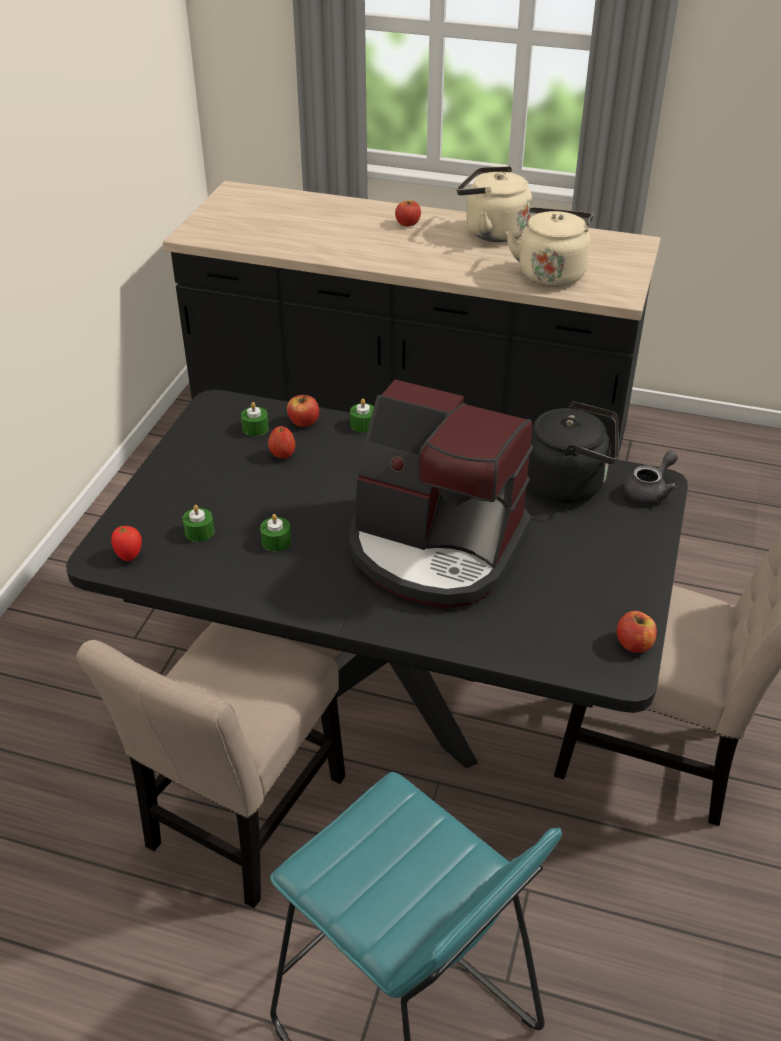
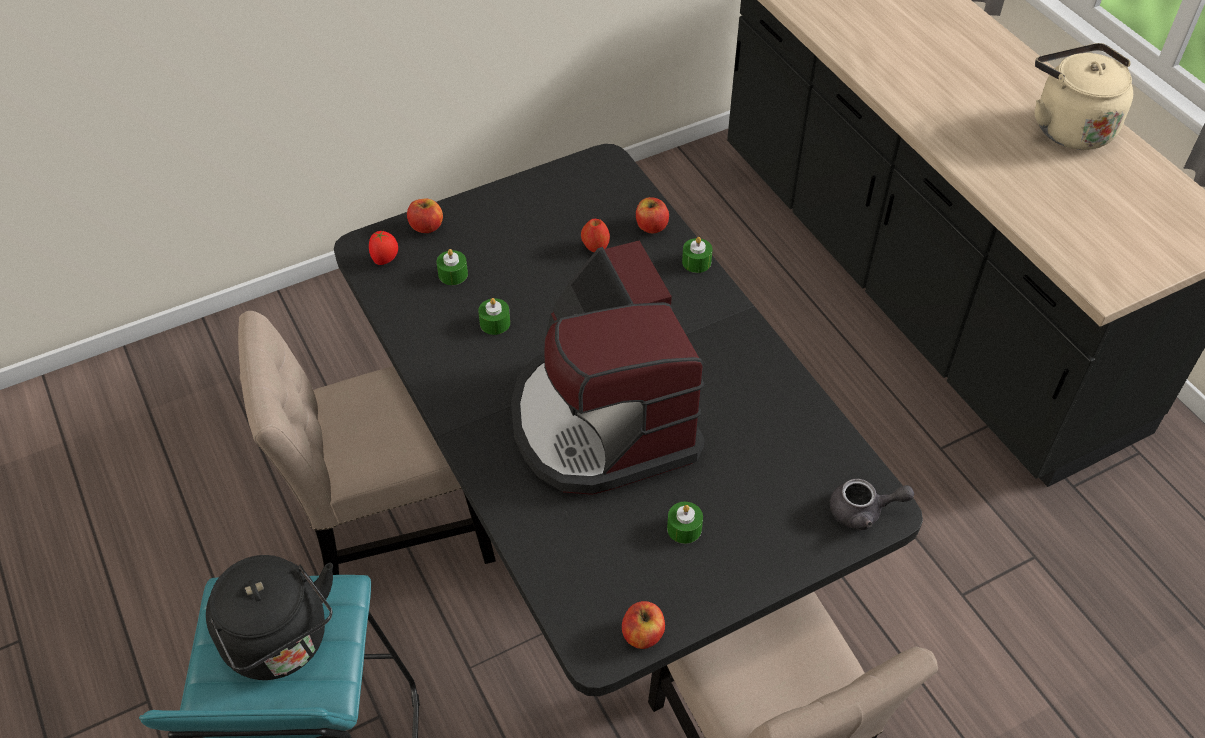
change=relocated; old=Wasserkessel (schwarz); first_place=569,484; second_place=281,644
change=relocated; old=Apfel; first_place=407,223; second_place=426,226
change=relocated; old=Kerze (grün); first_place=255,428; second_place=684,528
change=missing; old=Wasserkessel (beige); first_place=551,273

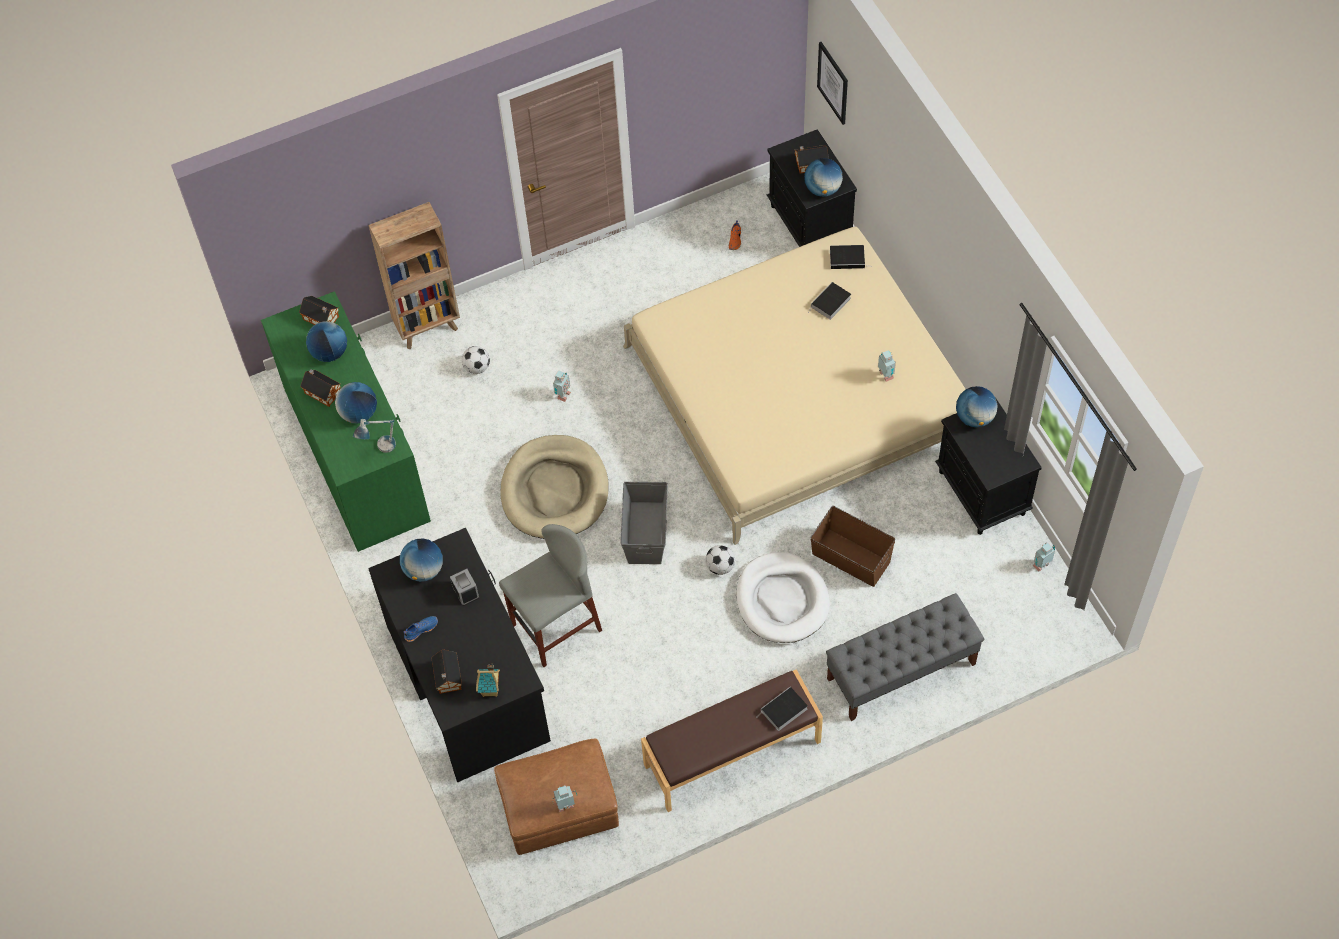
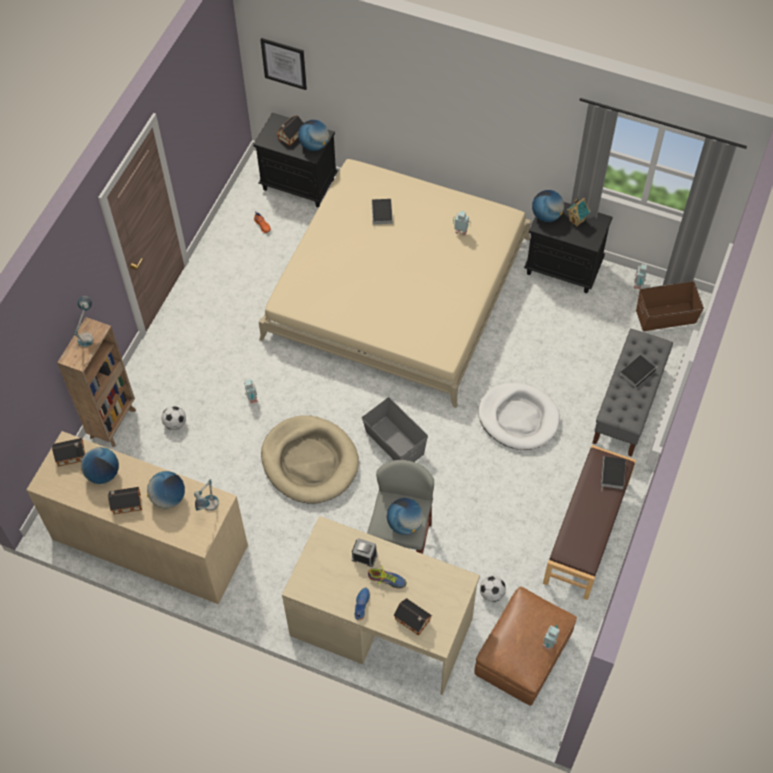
change=colour; old=Kommode (grün); new=Kommode (beige); first_place=356,454; second_place=149,542
change=appeared; new=Tischlampe; second_place=88,334
change=colour; old=Schreibtisch (schwarz); new=Schreibtisch (beige); first_place=468,681; second_place=381,625
change=appeared; new=Schuh; second_place=387,579
change=relocated; old=Globus; first_place=424,570; second_place=404,524
change=relocated; old=Fußball; first_place=720,567; second_place=491,593
change=relocated; old=Spielzeughaus; first_place=491,690; second_place=577,221
change=relocated; old=Buch; first_place=848,258; second_place=638,371
change=relocated; old=Aufbewahrungsbox (braun); first_place=851,558; second_place=666,316

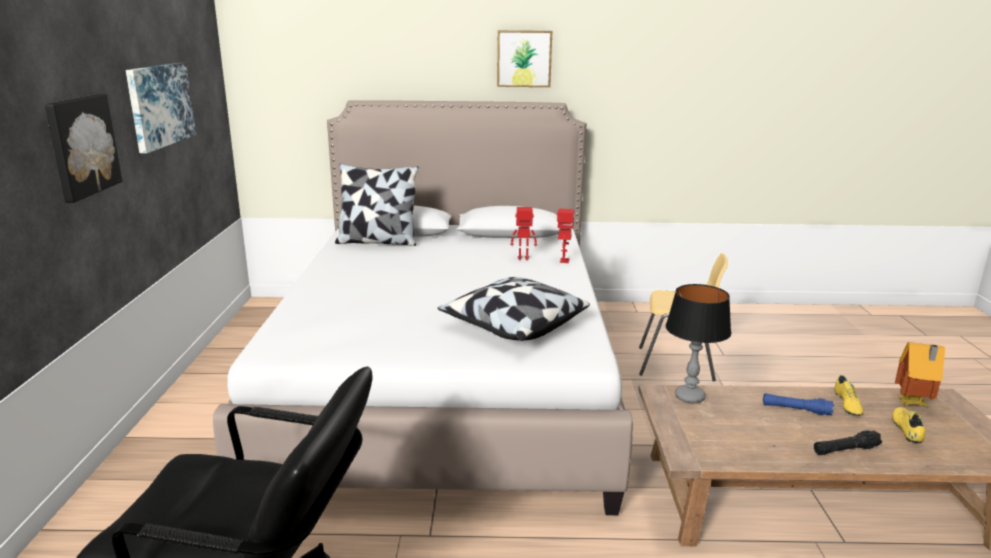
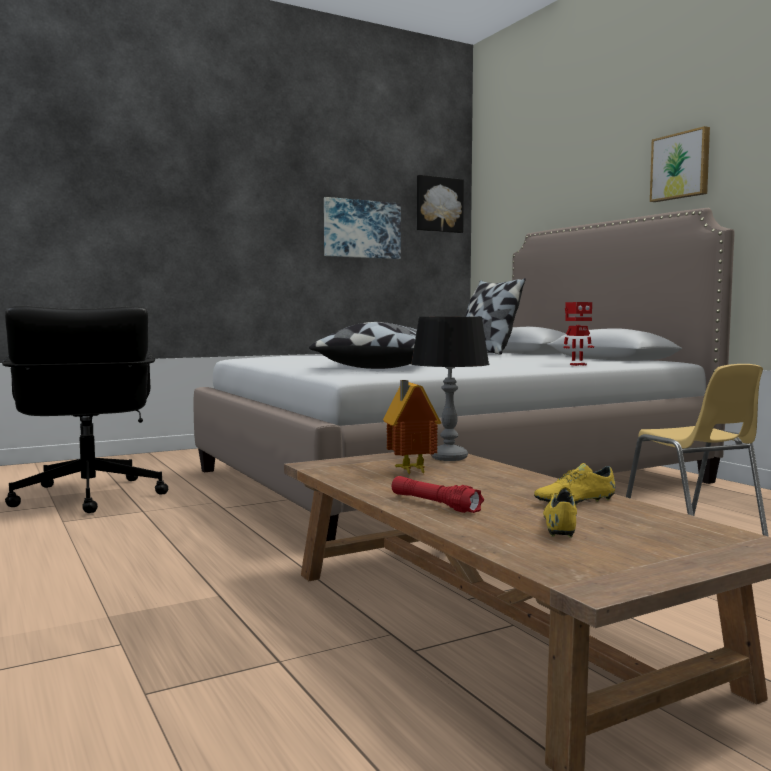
change=relocated; old=Spielzeughaus; first_place=912,404; second_place=409,471
change=colour; old=Taschenlampe (schwarz); new=Taschenlampe (rot); first_place=845,450; second_place=434,504
change=relocated; old=Bild; first_place=81,146; second_place=438,204
change=spun; old=Schuh (gelb); first_place=907,430; second_place=561,526; degrees=-60
change=missing; old=Spielzeugroboter; first_place=523,259
change=missing; old=Taschenlampe (blau); first_place=796,410

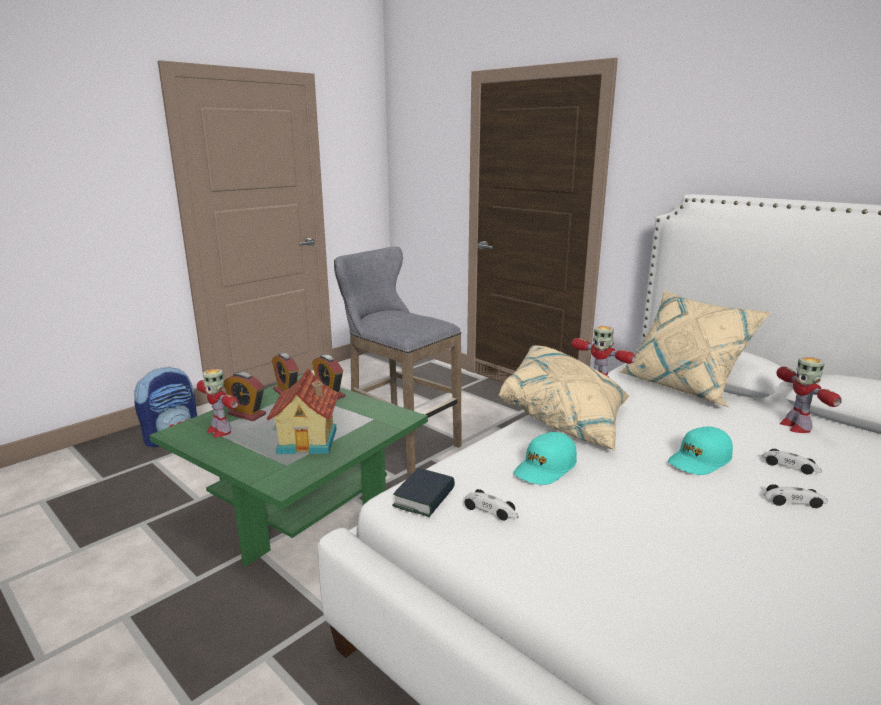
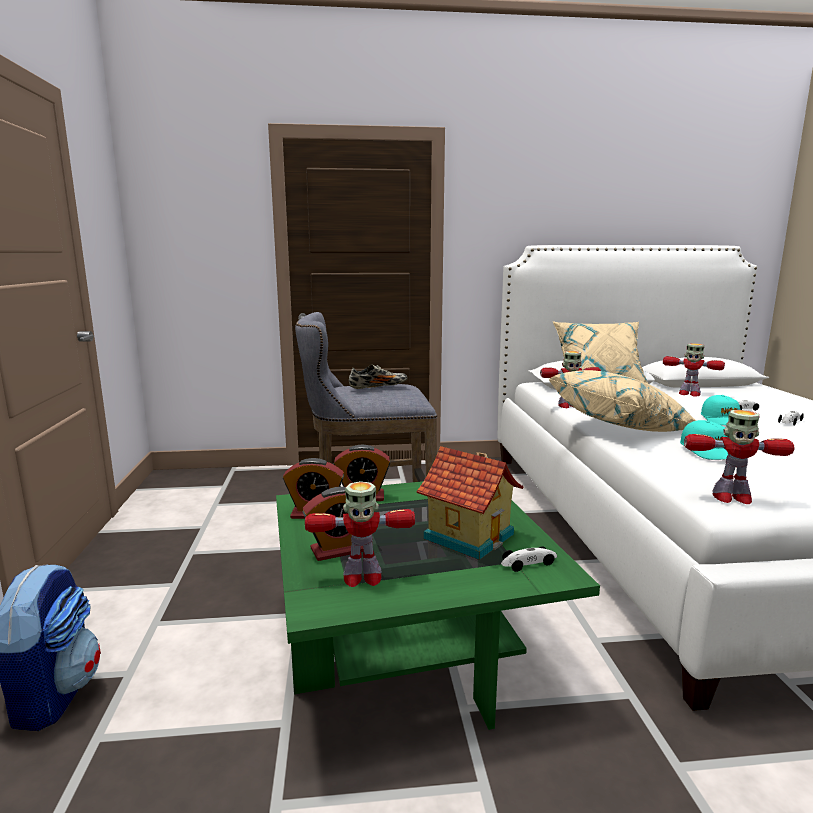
change=appeared; new=Schuh; second_place=378,387
change=relocated; old=Spielzeugauto; first_place=490,510; second_place=529,563
change=exchanged; old=Buch; new=Spielzeugroboter; first_place=424,498; second_place=731,497

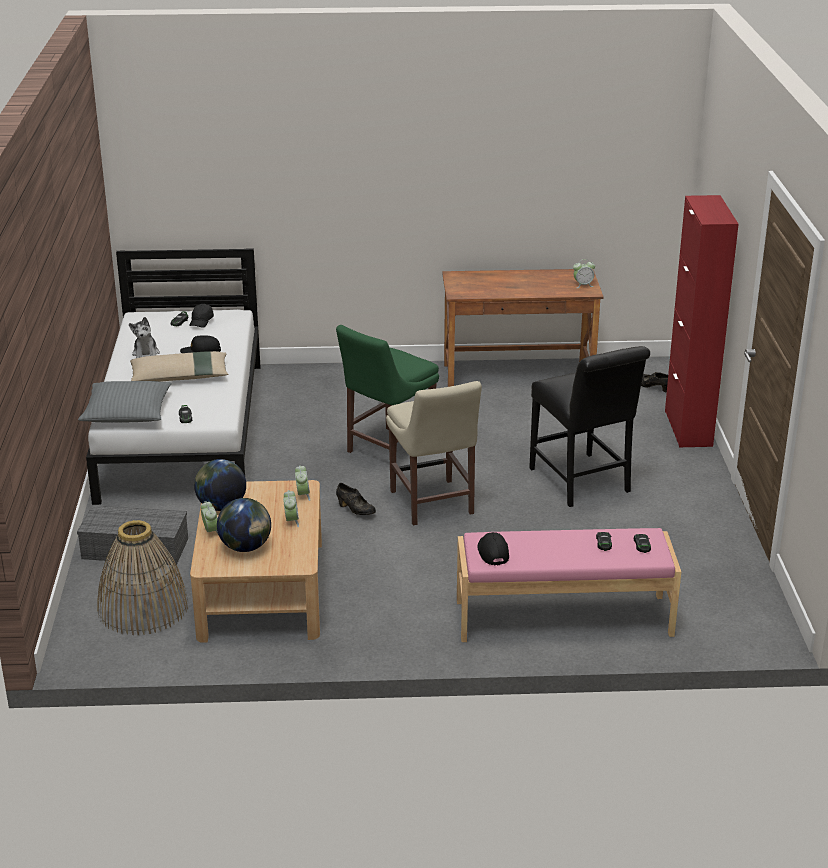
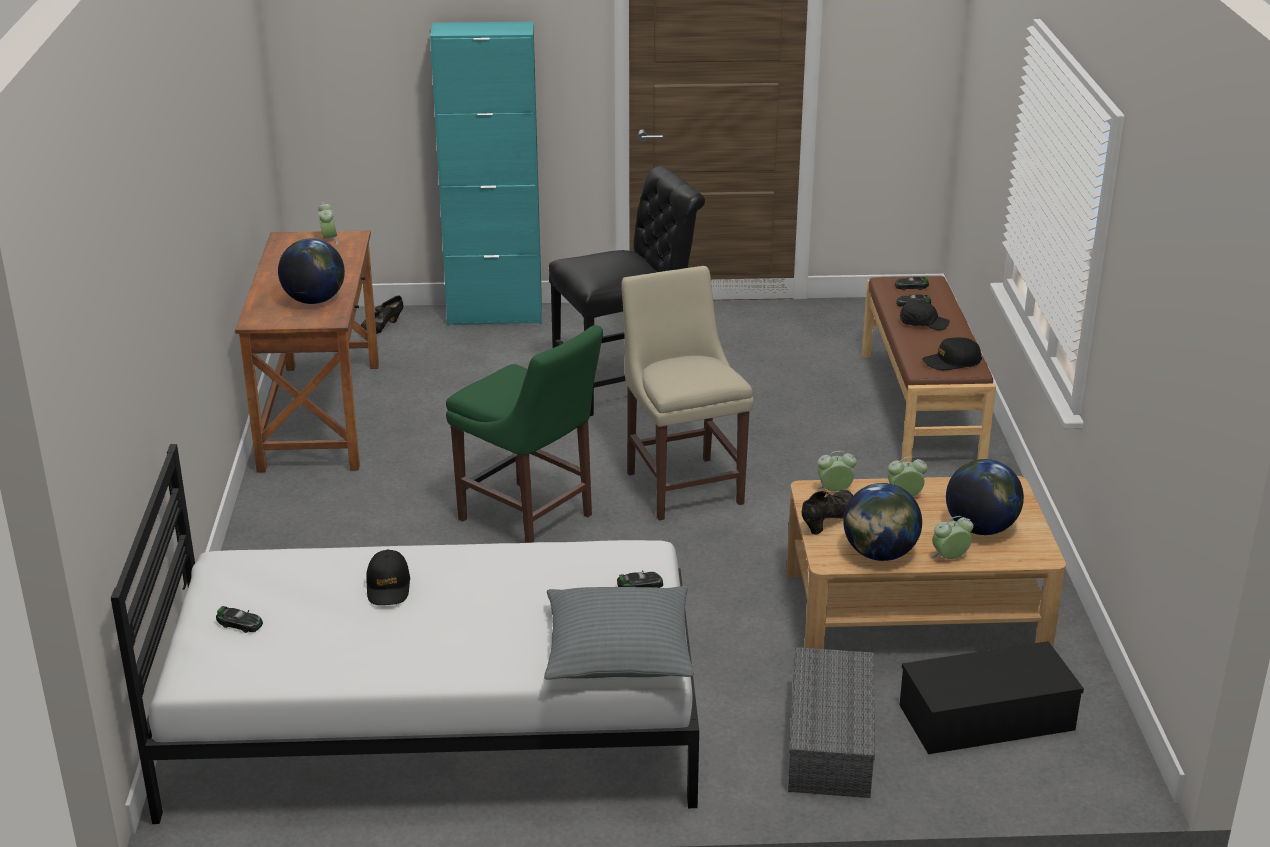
change=appeared; new=Globus; second_place=314,300
change=colour; old=Schrank (rot); new=Schrank (türkis); first_place=688,428; second_place=495,315
change=spun; old=Stuhl (beige); first_place=433,504; second_place=683,484; degrees=-90
change=relocated; old=Schuh (schwarz); first_place=355,510; second_place=827,521
change=colour; old=Bank (rosa); new=Bank (braun); first_place=563,618; second_place=921,408
change=relocated; old=Kappe (schwarz); first_place=201,321; second_place=923,323
change=exchanged; old=Korb; new=Aufbewahrungsbox (schwarz); first_place=143,608; second_place=988,716
change=missing; old=Plüschtier; first_place=146,354
change=missing; old=Kissen (beige); first_place=180,377

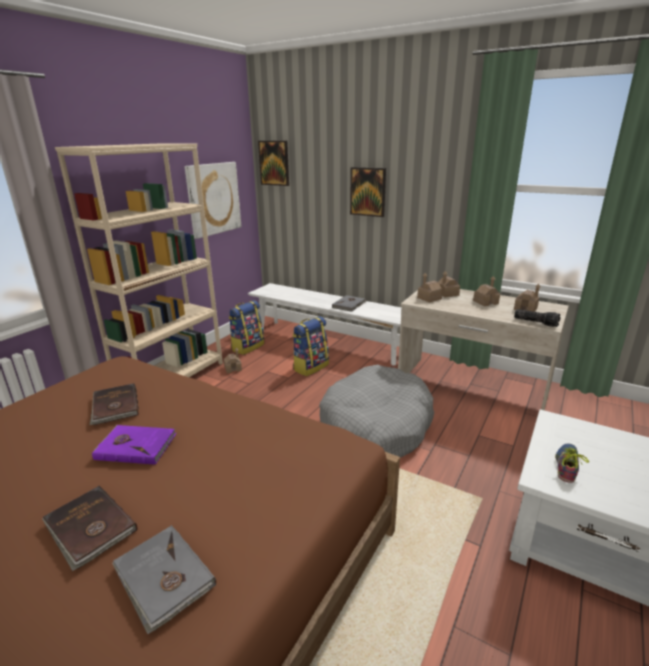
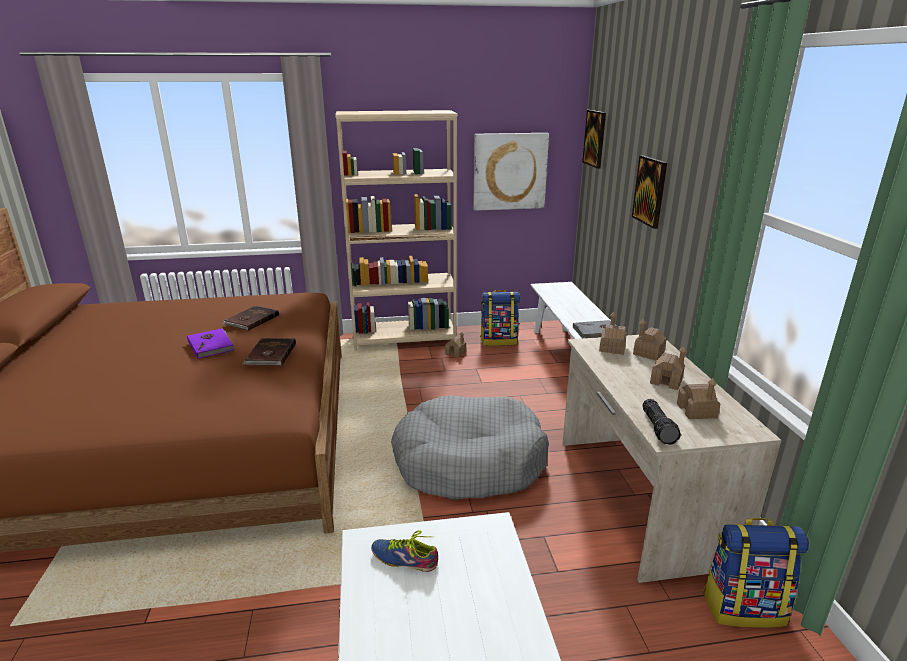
change=relocated; old=Buch (braun); first_place=89,529; second_place=270,354
change=spun; old=Schuh; first_place=569,466; second_place=405,557; degrees=-150
change=relocated; old=Rucksack; first_place=310,367; second_place=743,607
change=missing; old=Buch (grau); first_place=163,578

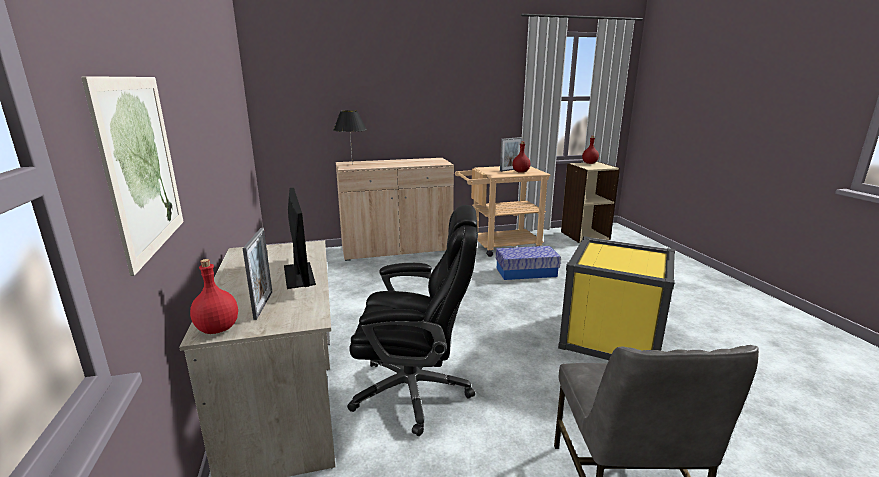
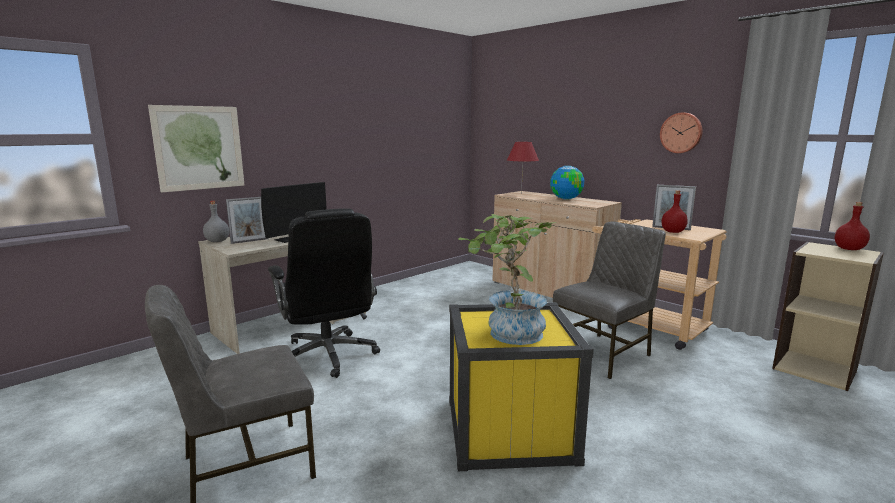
change=colour; old=Flasche (rot); new=Flasche (grau); first_place=217,329; second_place=217,241
change=appeared; new=Topfpflanze; second_place=508,334
change=colour; old=Tischlampe (schwarz); new=Tischlampe (rot); first_place=352,164; second_place=521,193
change=appeared; new=Globus; second_place=565,199
change=exchanged; old=Aufbewahrungsbox; new=Stuhl (grau); first_place=526,272; second_place=603,354
change=appeared; new=Wanduhr; second_place=681,133

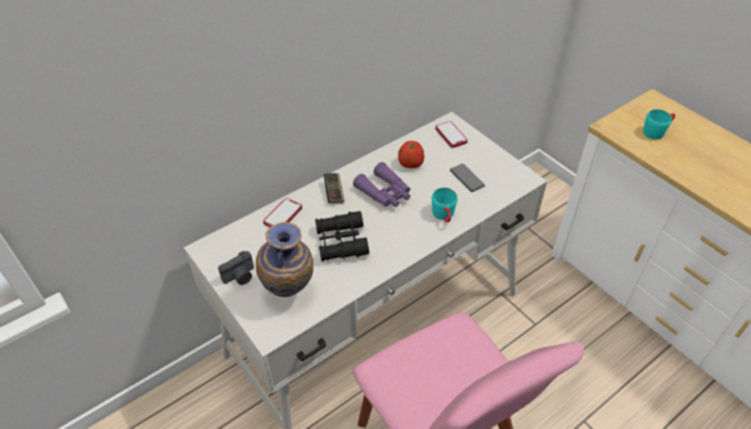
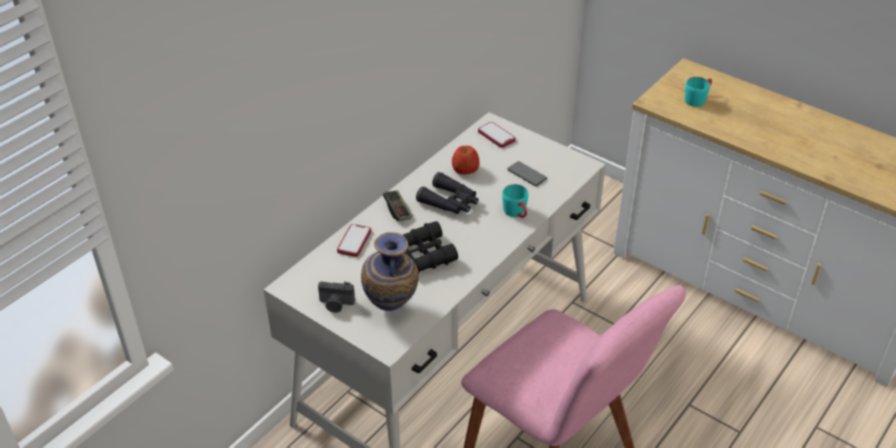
change=spun; old=Kamera; first_place=240,277; second_place=336,304; degrees=60
change=colour; old=Fernglas (lila); new=Fernglas (schwarz); first_place=385,193; second_place=450,202

